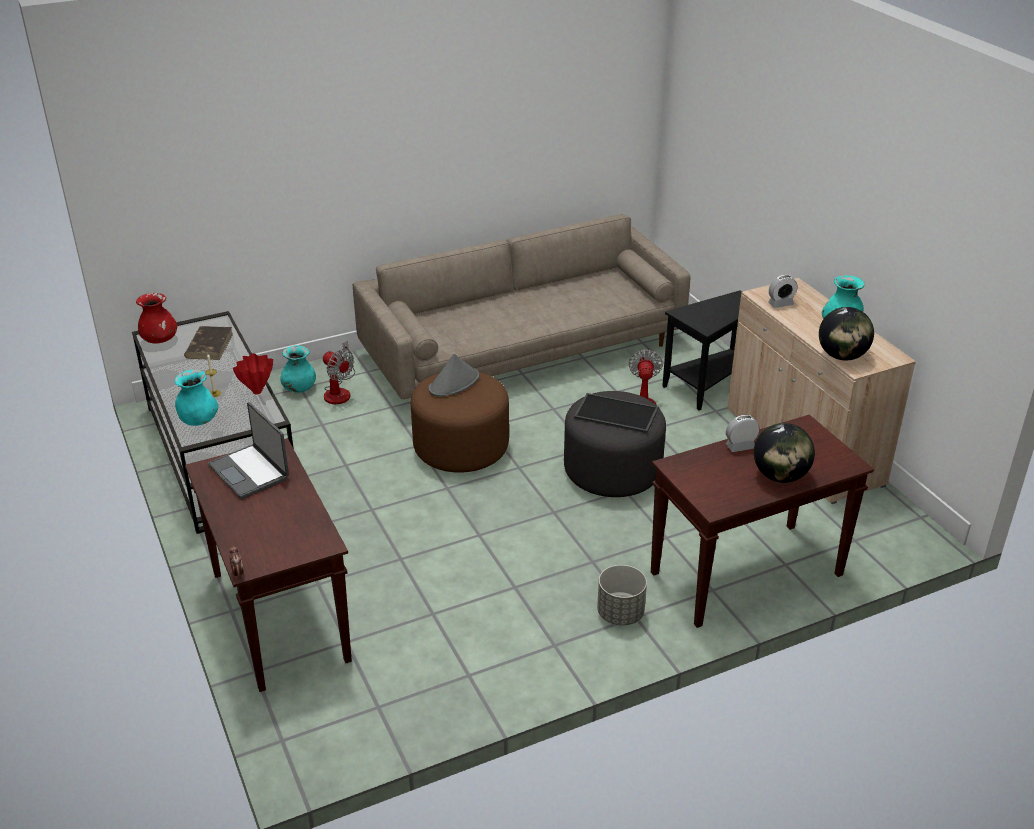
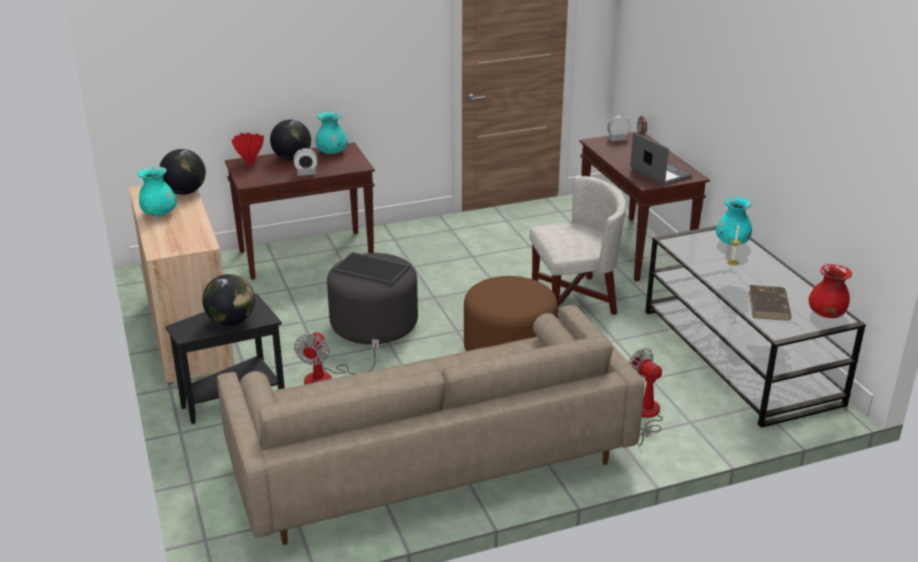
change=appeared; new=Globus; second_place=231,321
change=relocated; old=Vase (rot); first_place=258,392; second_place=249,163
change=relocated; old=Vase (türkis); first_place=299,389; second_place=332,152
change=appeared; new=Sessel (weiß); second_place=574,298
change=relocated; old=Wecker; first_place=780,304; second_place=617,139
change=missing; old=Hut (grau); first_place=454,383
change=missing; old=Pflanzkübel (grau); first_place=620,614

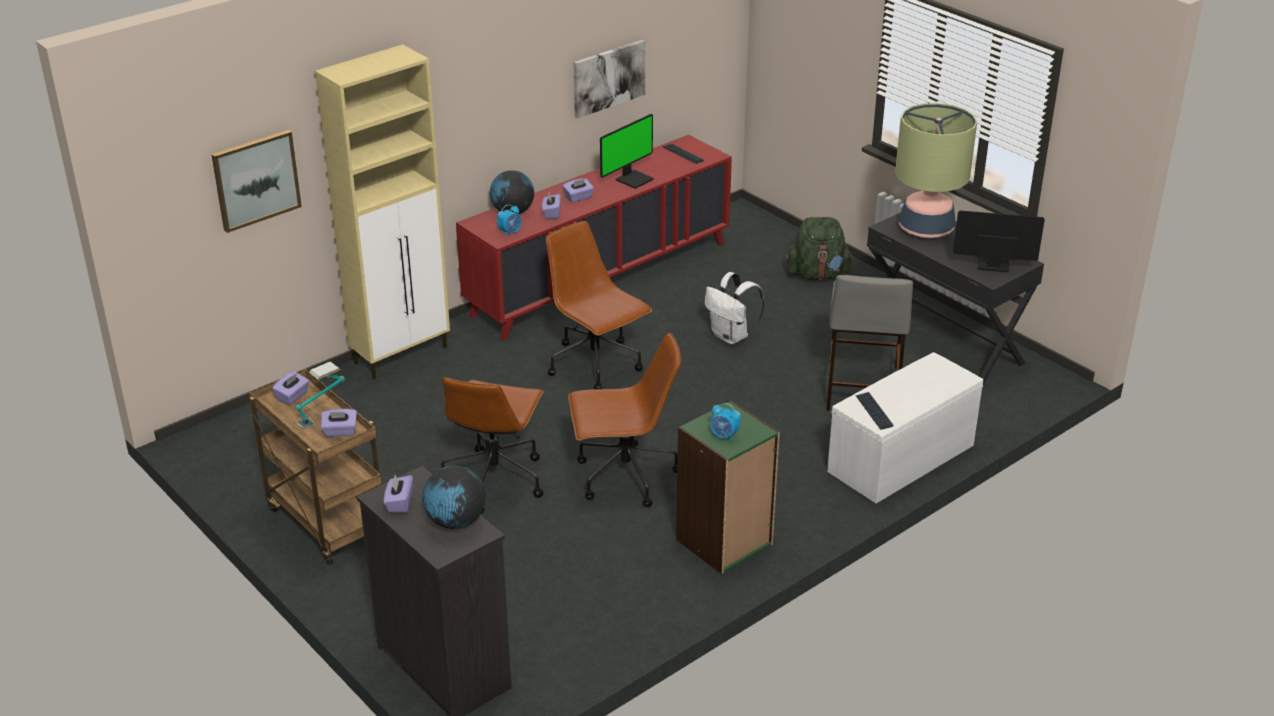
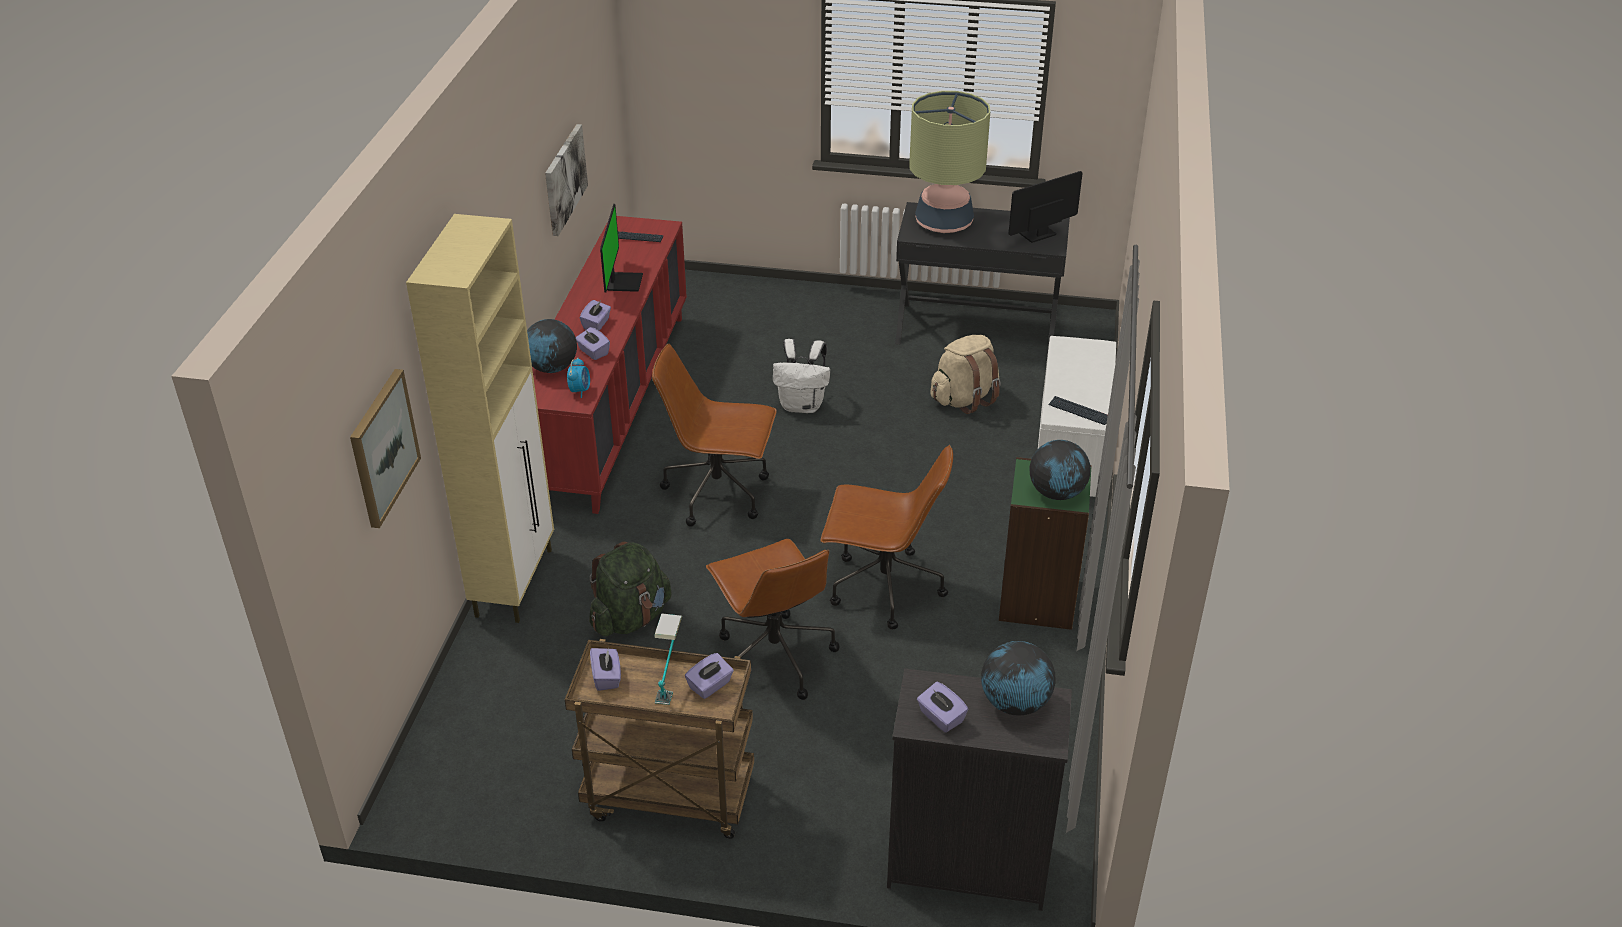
change=relocated; old=Rucksack (grün); first_place=817,275; second_place=631,618
change=spun; old=Bürostuhl (braun); first_place=624,477; second_place=883,588; degrees=60
change=exchanged; old=Hocker (grau); new=Rucksack (beige); first_place=862,387; second_place=964,399
change=exchanged; old=Wecker; new=Globus; first_place=724,436; second_place=1057,493

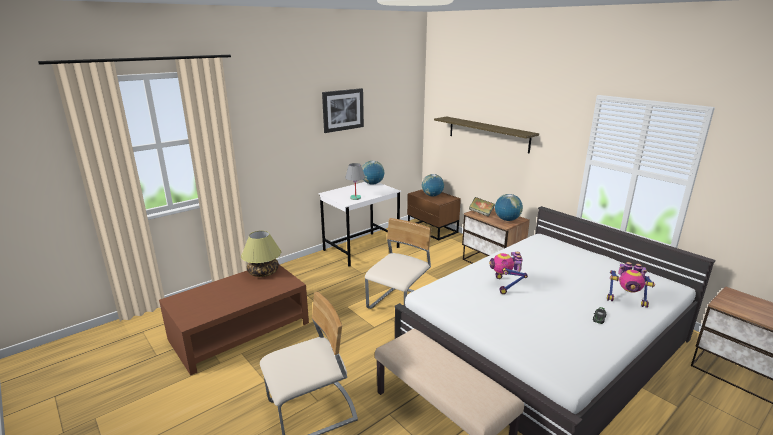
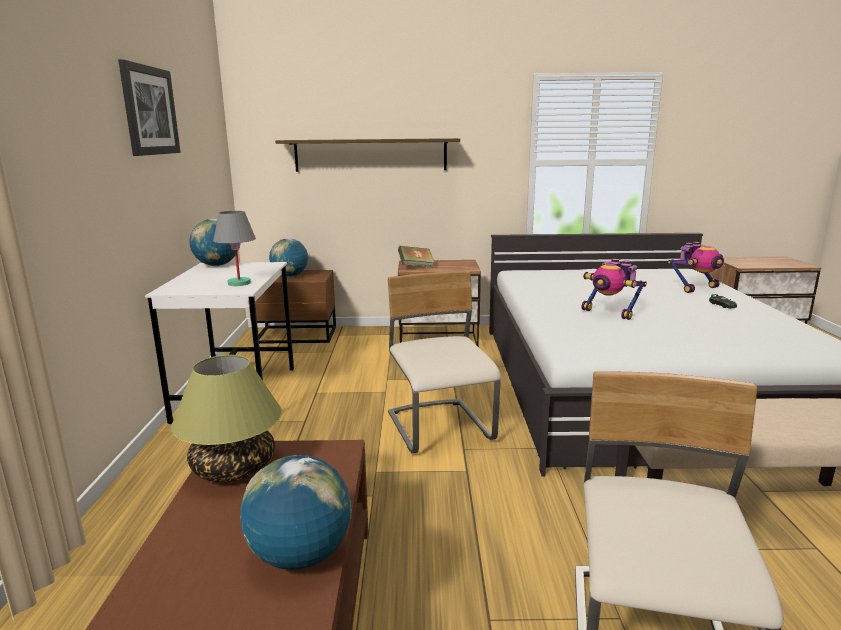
change=relocated; old=Globus; first_place=507,220; second_place=300,556

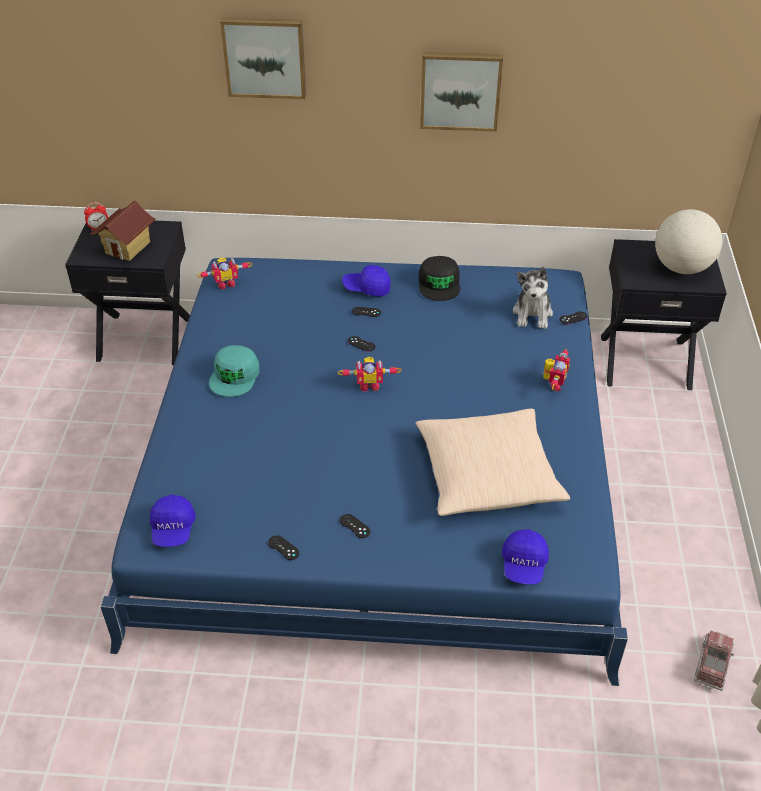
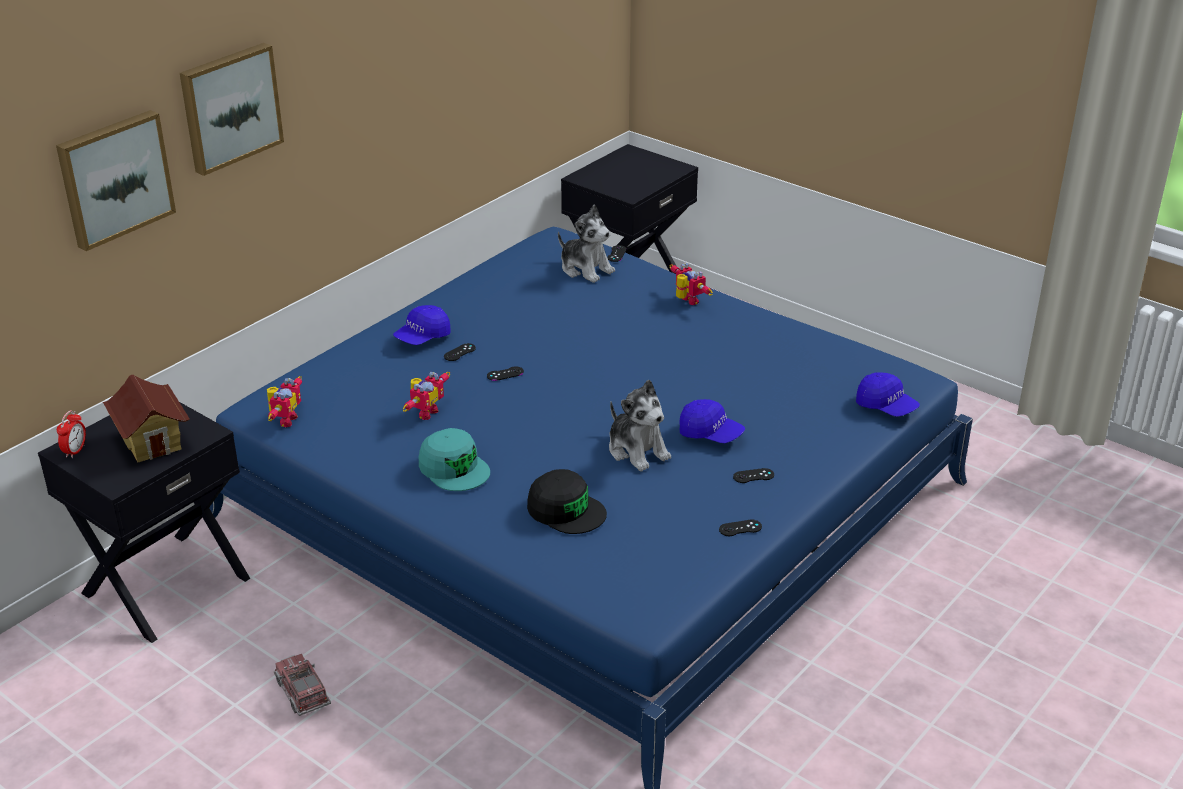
change=relocated; old=Bild; first_place=460,90; second_place=114,178
change=relocated; old=Spielzeuglaster; first_place=712,665; second_place=302,693
change=relocated; old=Spielzeugroboter; first_place=369,385; second_place=424,412
change=relocated; old=Kappe (schwarz); first_place=439,283; second_place=566,510
change=appeared; new=Plüschtier; second_place=637,450
change=relocated; old=Kappe (blau); first_place=173,529; second_place=710,434
change=missing; old=Kissen (beige); first_place=487,474
change=missing; old=Globus; first_place=681,268

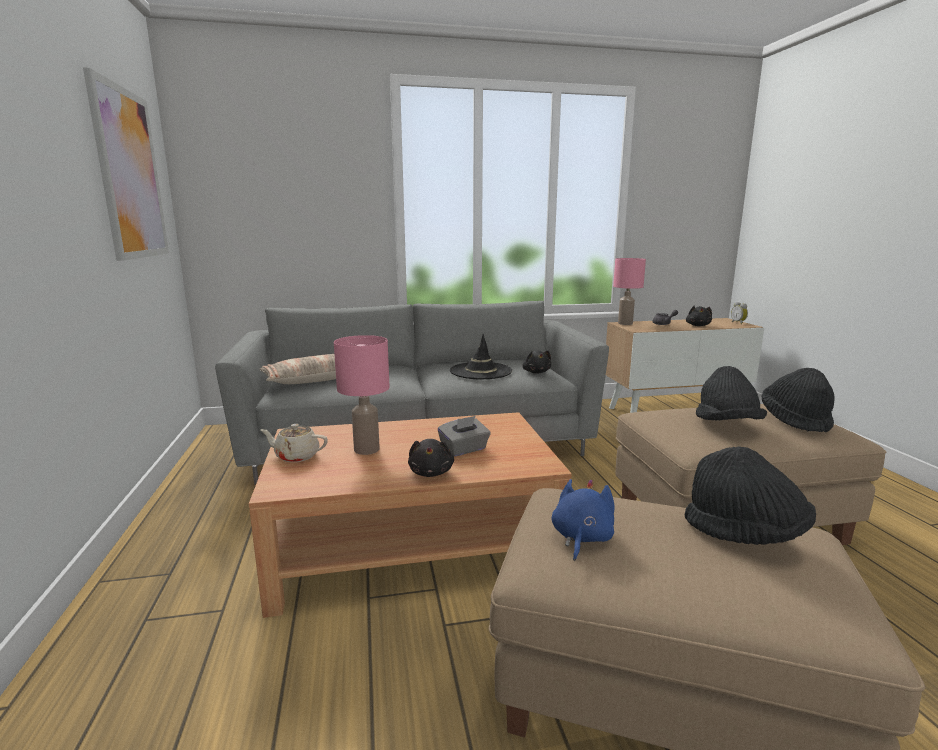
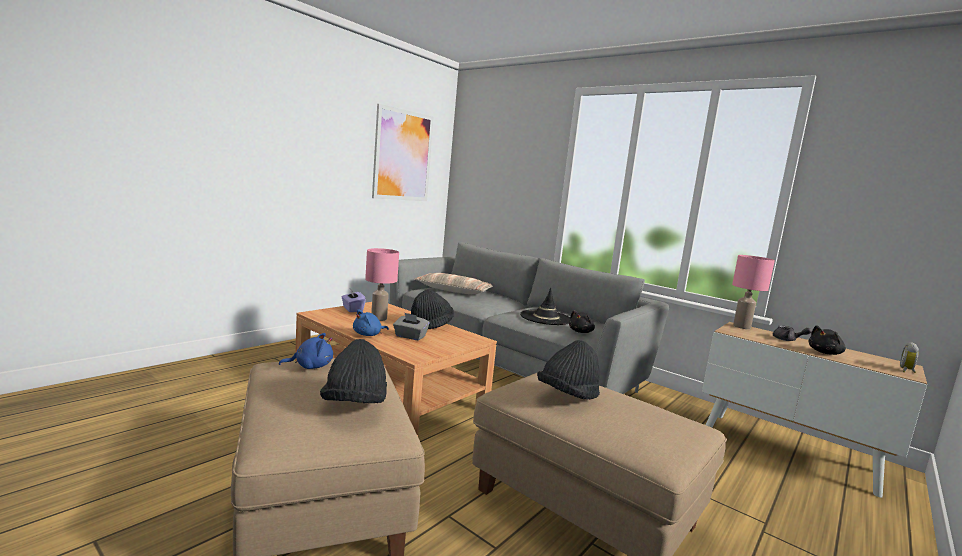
change=exchanged; old=Teekanne (beige); new=Taschentuchbox (lila); first_place=296,456; second_place=352,309
change=colour; old=Plüschtier (schwarz); new=Plüschtier (blau); first_place=431,472; second_place=368,335
change=relocated; old=Hut (schwarz); first_place=795,420; second_place=430,325

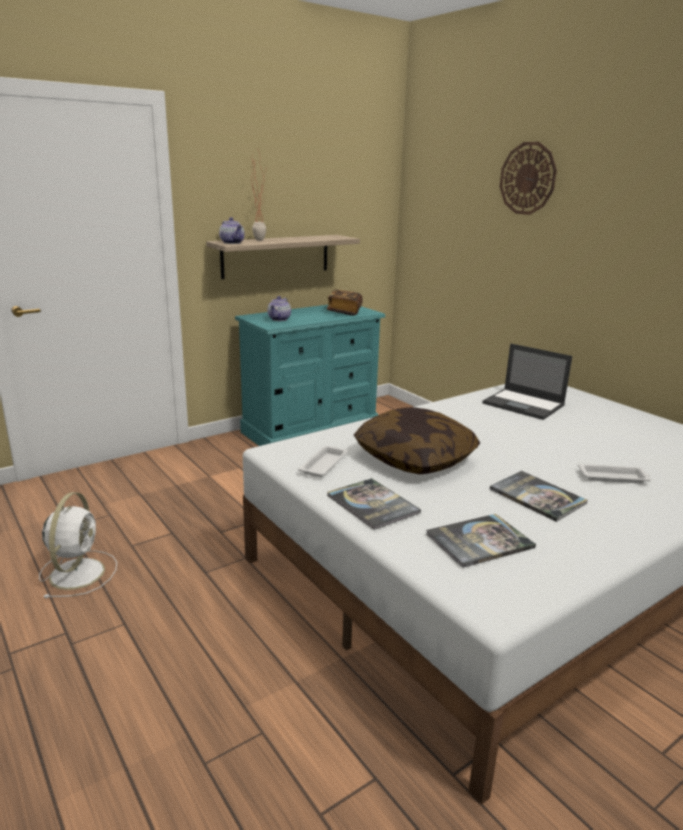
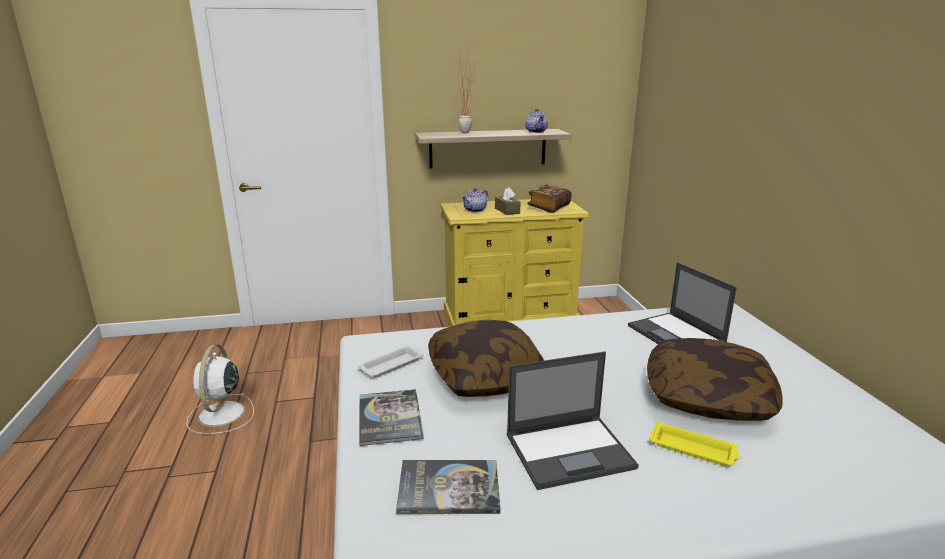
change=spun; old=Ventilator (weiß); first_place=78,572; second_place=221,415; degrees=150
change=colour; old=Kommode (türkis); new=Kommode (gelb); first_place=311,429; second_place=509,320
change=appeared; new=Taschentuchbox (braun); second_place=507,211
change=exchanged; old=Buch; new=Laptop; first_place=537,496; second_place=570,451
change=relocated; old=Teekanne; first_place=233,243; second_place=536,132
change=appeared; new=Kissen; second_place=708,397
change=colour; old=Tablett (weiß); new=Tablett (gelb); first_place=614,477; second_place=694,449
change=missing; old=Wanduhr; first_place=527,178

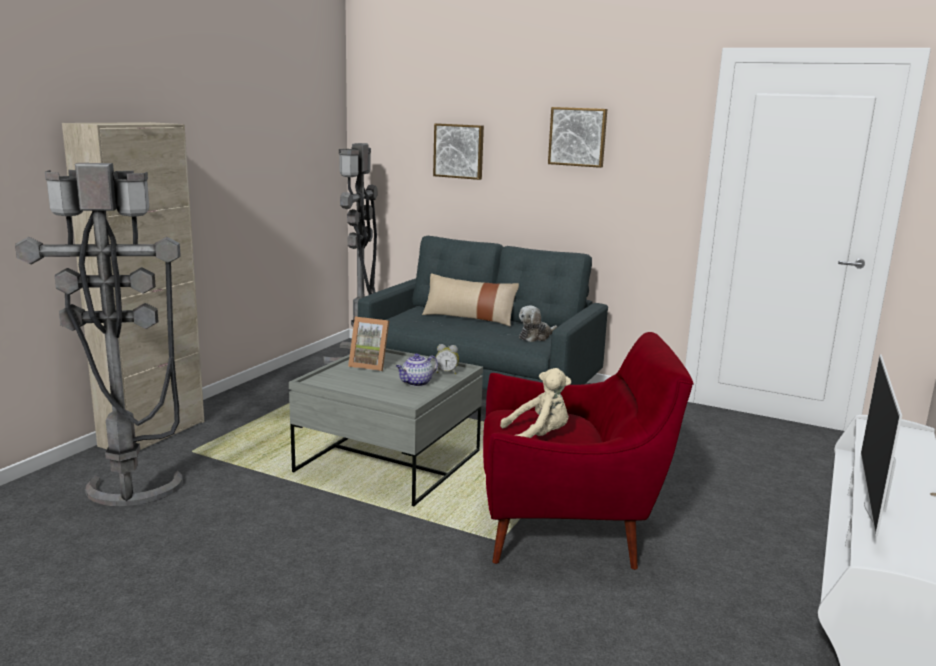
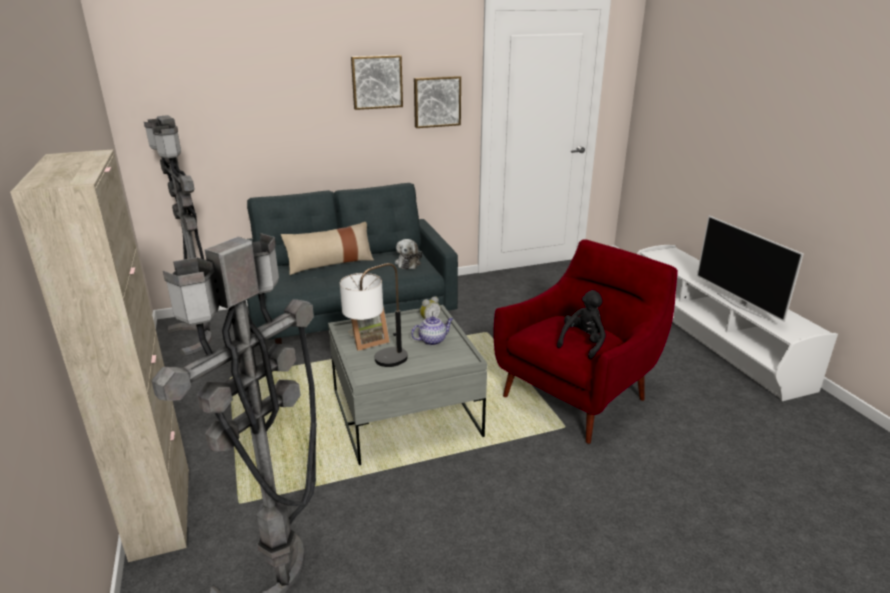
change=appeared; new=Tischlampe; second_place=376,364
change=spun; old=Teekanne; first_place=416,383; second_place=433,340; degrees=-120
change=relocated; old=Bild; first_place=459,151; second_place=436,101
change=colour; old=Plüschtier (beige); new=Plüschtier (schwarz); first_place=538,437; second_place=582,343

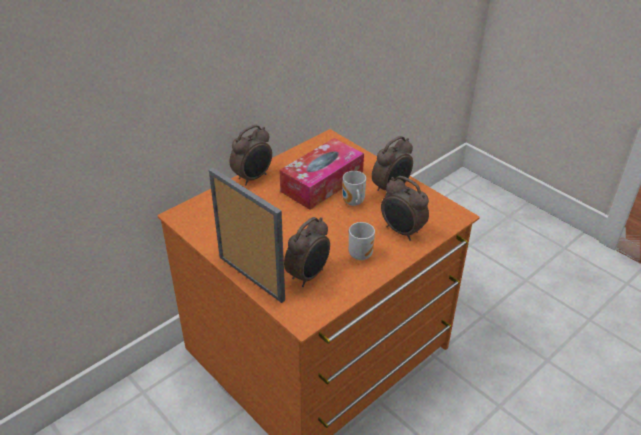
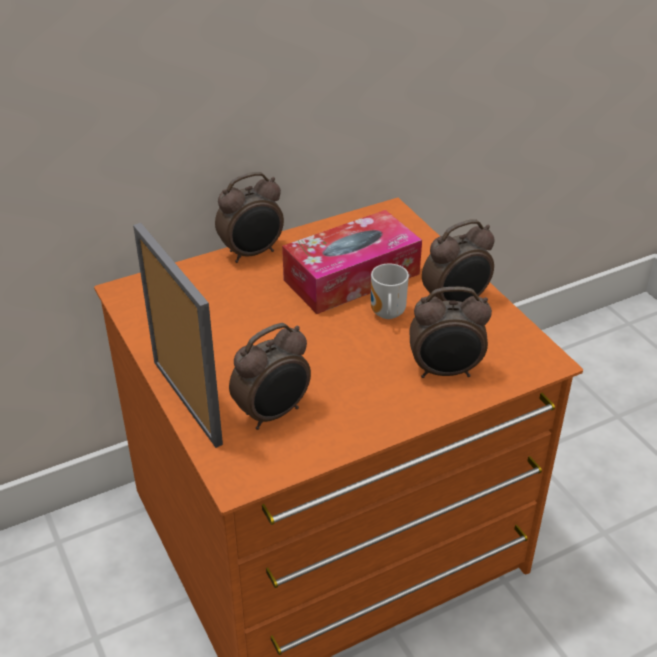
change=spun; old=Wecker; first_place=402,231; second_place=445,372; degrees=-60
change=missing; old=Henkelbecher; first_place=360,254

